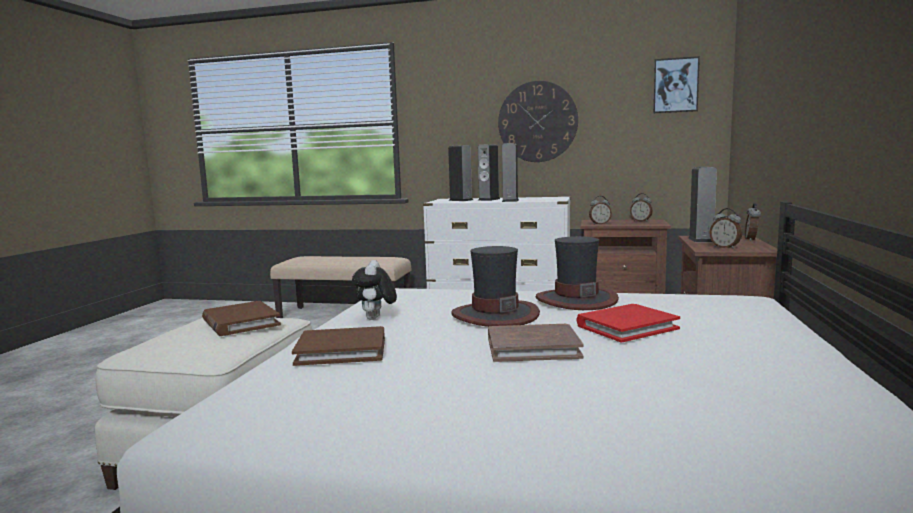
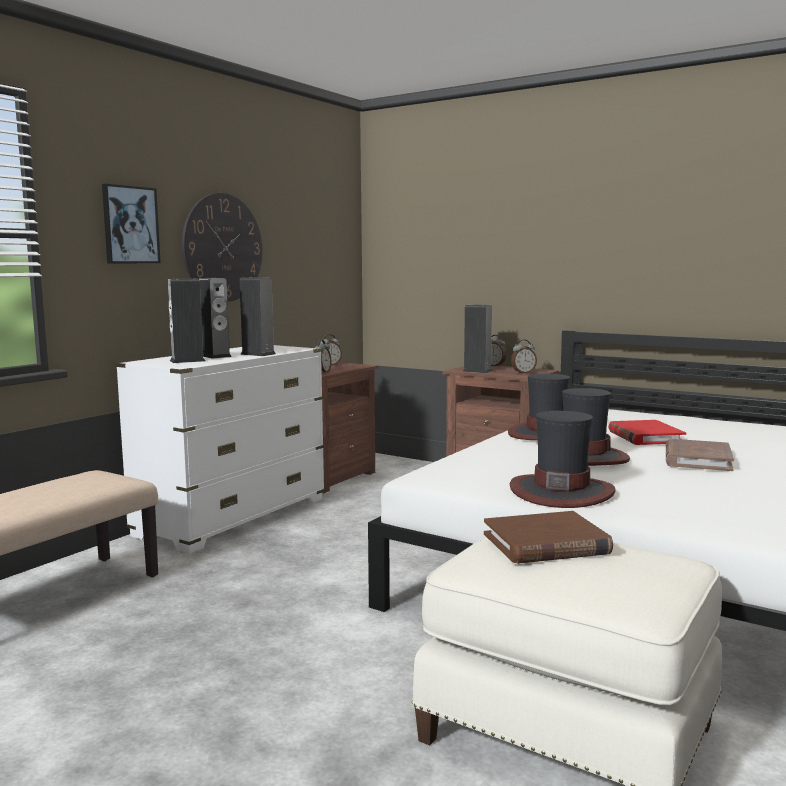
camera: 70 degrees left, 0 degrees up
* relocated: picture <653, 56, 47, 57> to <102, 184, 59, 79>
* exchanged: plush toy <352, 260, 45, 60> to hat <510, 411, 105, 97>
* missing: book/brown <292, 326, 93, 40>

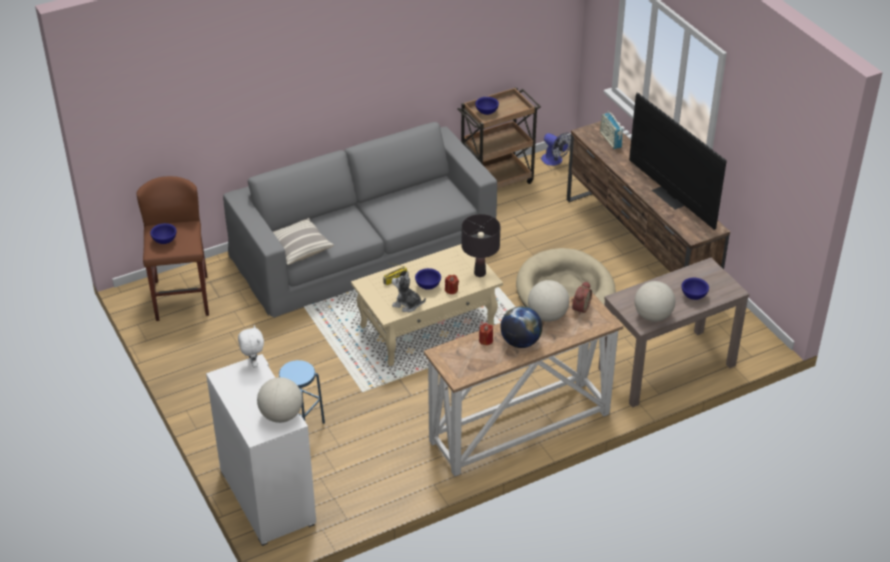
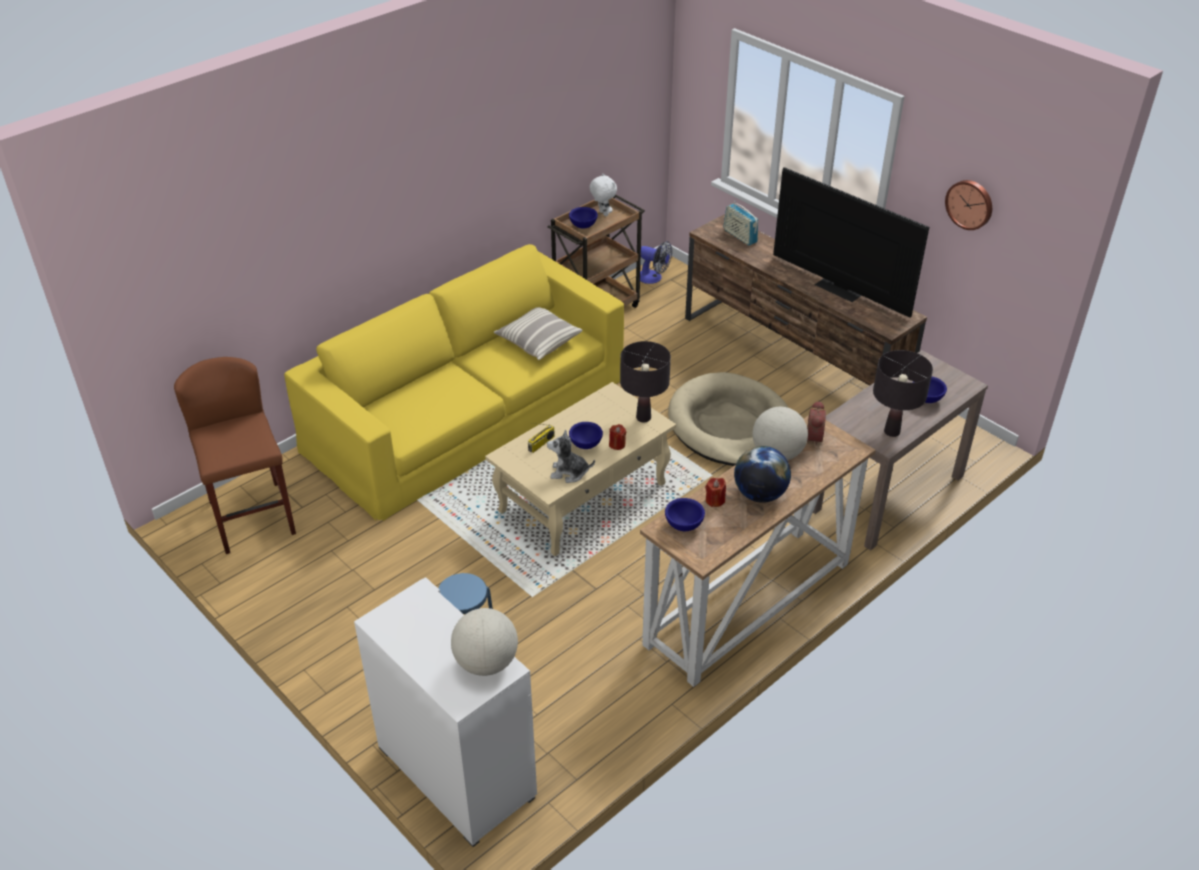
camera: 15 degrees left, 0 degrees up
* colour: sofa/grey <223, 122, 274, 196> to sofa/yellow <284, 244, 340, 277>
* relocated: pillow <273, 218, 61, 47> to <494, 307, 88, 53>
* relocated: bowl/blue <150, 223, 27, 21> to <665, 498, 40, 33>
* exchanged: globe <635, 281, 40, 41> to table lamp/black <873, 350, 60, 87>
* relocated: plush toy/white <238, 325, 26, 43> to <589, 173, 28, 43>
* appeared: wall clock <945, 180, 47, 50>

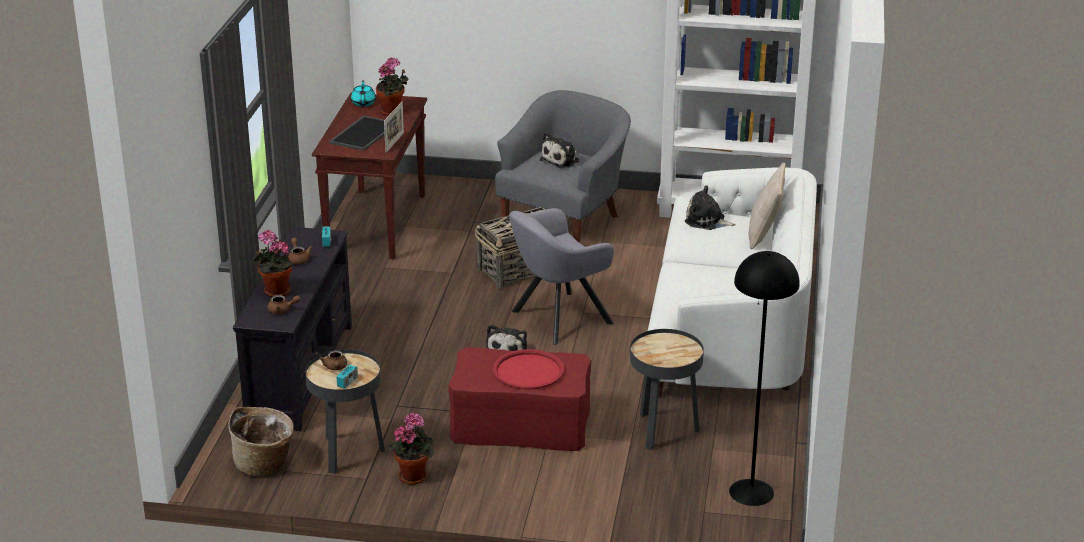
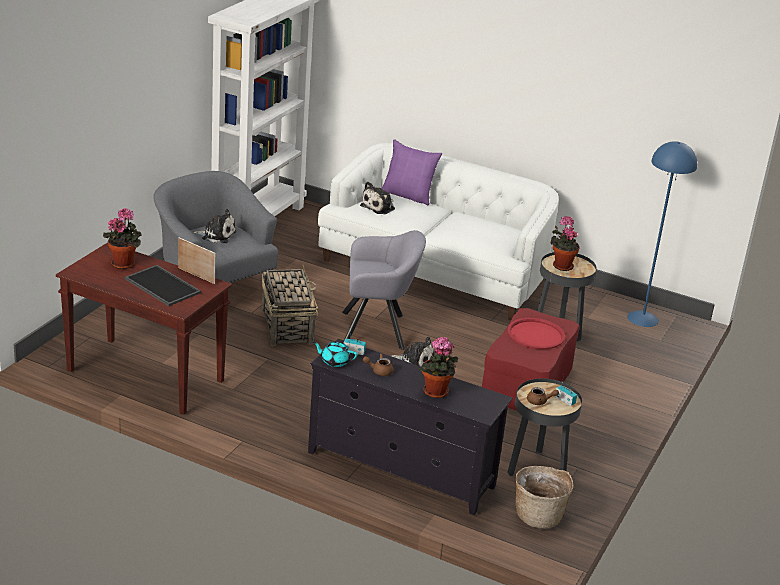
camera: 75 degrees left, 0 degrees up
* relocated: teapot/turquoise <351, 80, 25, 27> to <313, 341, 44, 26>
* spun: plush toy <540, 132, 40, 36> = <193, 209, 43, 34> 45 degrees counterclockwise
* colour: pillow/beige <749, 162, 37, 87> to pillow/purple <382, 139, 60, 67>
* spun: armchair/grey <509, 208, 105, 137> = <342, 230, 84, 120> 75 degrees counterclockwise
* colour: floor lamp/black <729, 251, 71, 255> to floor lamp/blue <627, 141, 70, 186>
* missing: teapot/brown <268, 295, 33, 19>
* relocated: potted plant <388, 413, 47, 71> to <550, 216, 30, 55>

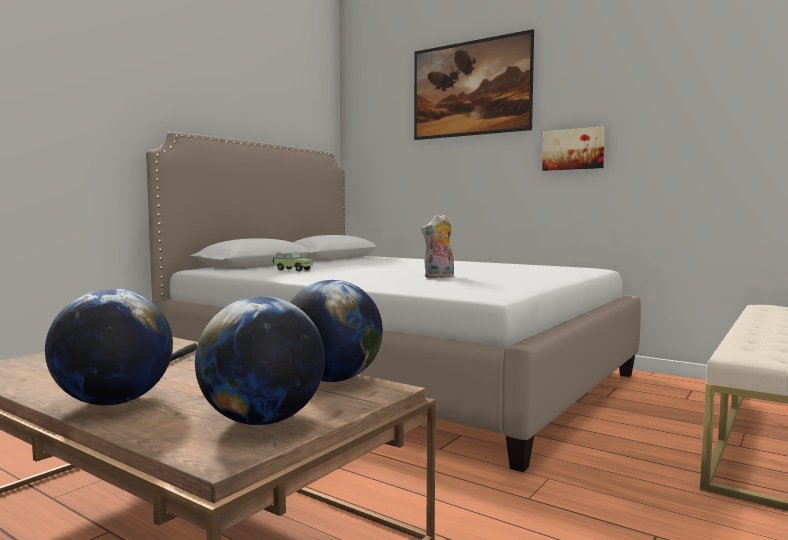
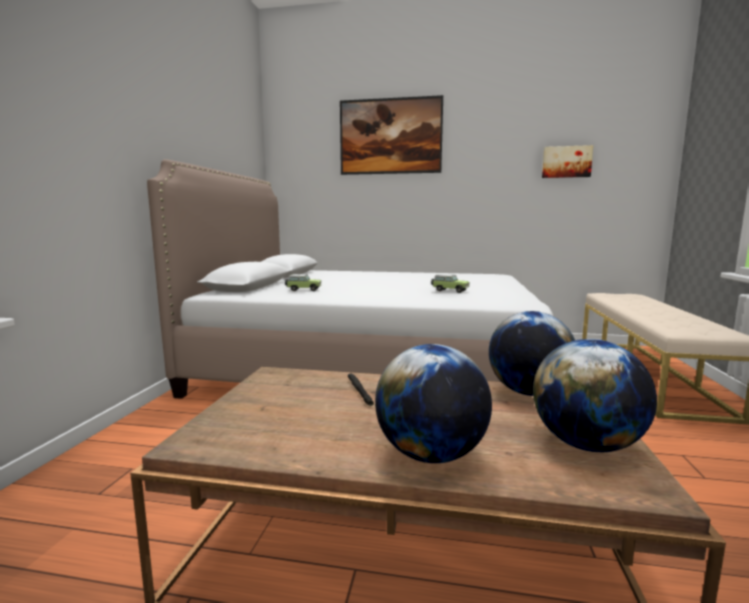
camera: 25 degrees left, 5 degrees up
* relocated: picture <542, 126, 63, 45> to <542, 145, 51, 33>
* exchanged: plush toy <421, 214, 33, 64> to toy car <431, 274, 39, 19>

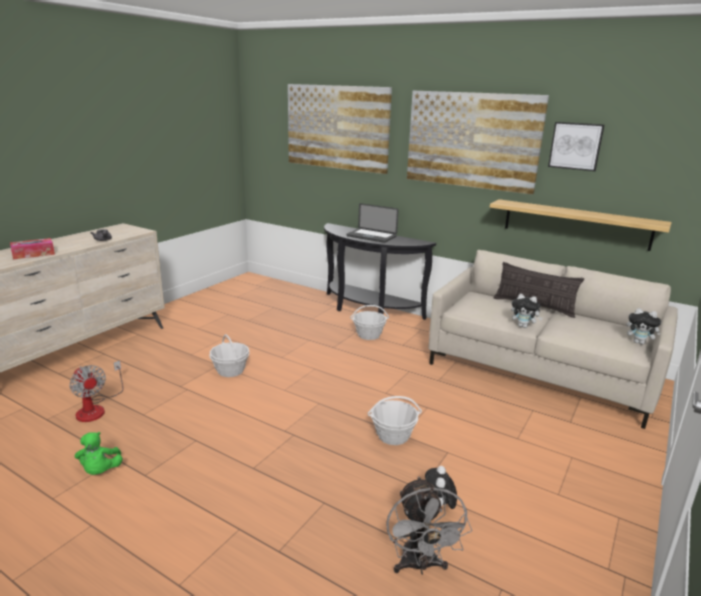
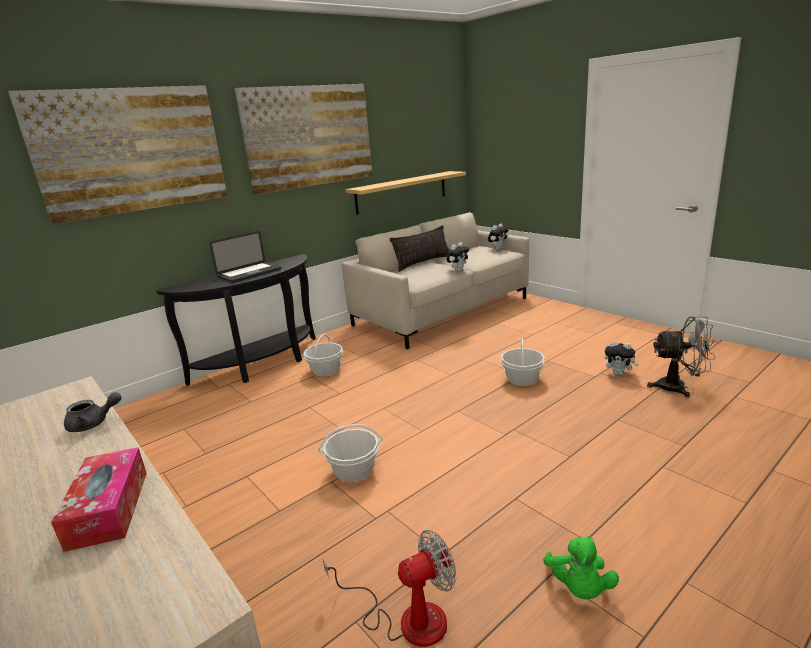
camera: 70 degrees left, 0 degrees up
* missing: picture <548, 122, 56, 49>
* spun: plush toy/green <75, 432, 48, 43> = <543, 536, 76, 63> 90 degrees clockwise

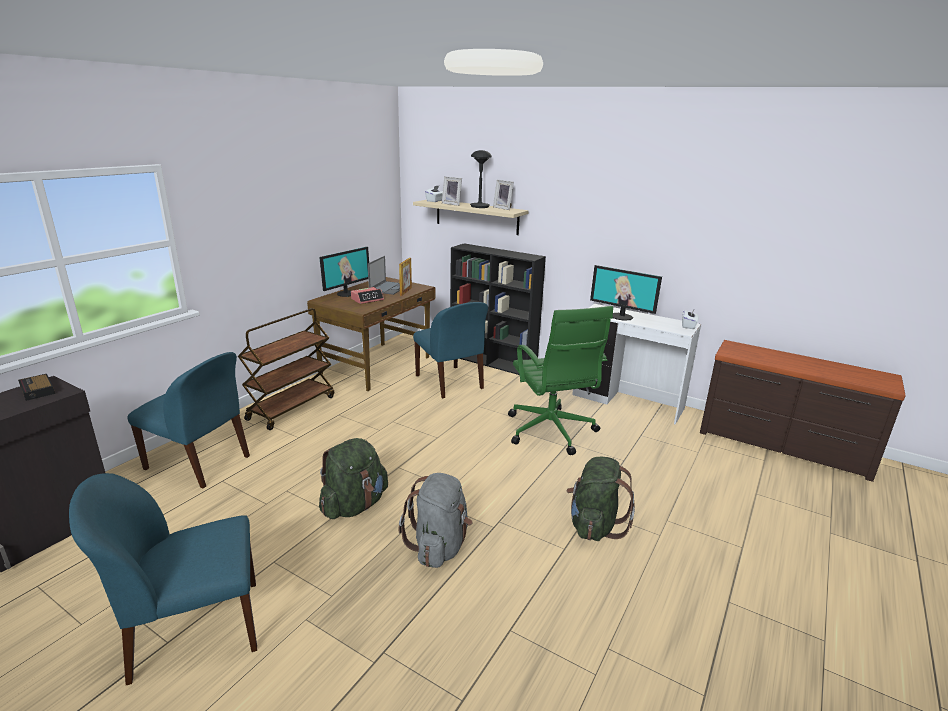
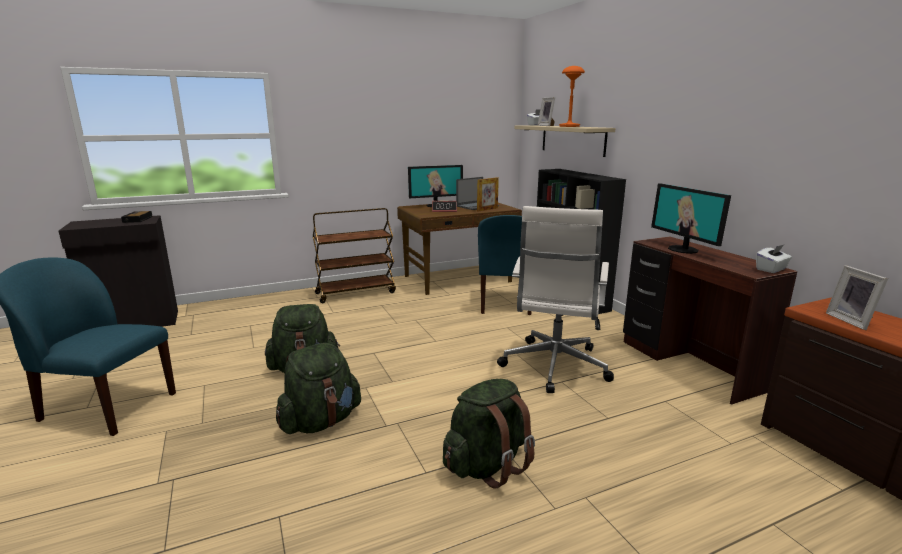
camera: 35 degrees right, 5 degrees down
* colour: table lamp/black <470, 150, 22, 58> to table lamp/orange <559, 66, 26, 61>
* relocated: picture frame <493, 180, 21, 30> to <826, 265, 62, 65>
* colour: desk/white <572, 304, 129, 121> to desk/brown <623, 237, 175, 168>
* colour: office chair/green <508, 306, 105, 149> to office chair/white <497, 206, 117, 187>
* missing: chair/blue <128, 352, 122, 136>
* colour: backpack/grey <398, 473, 75, 95> to backpack/green <276, 343, 85, 91>

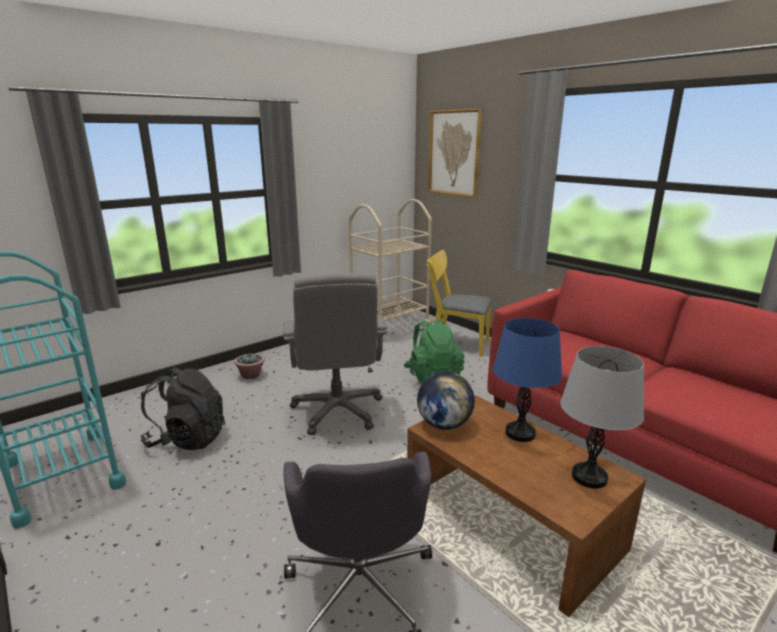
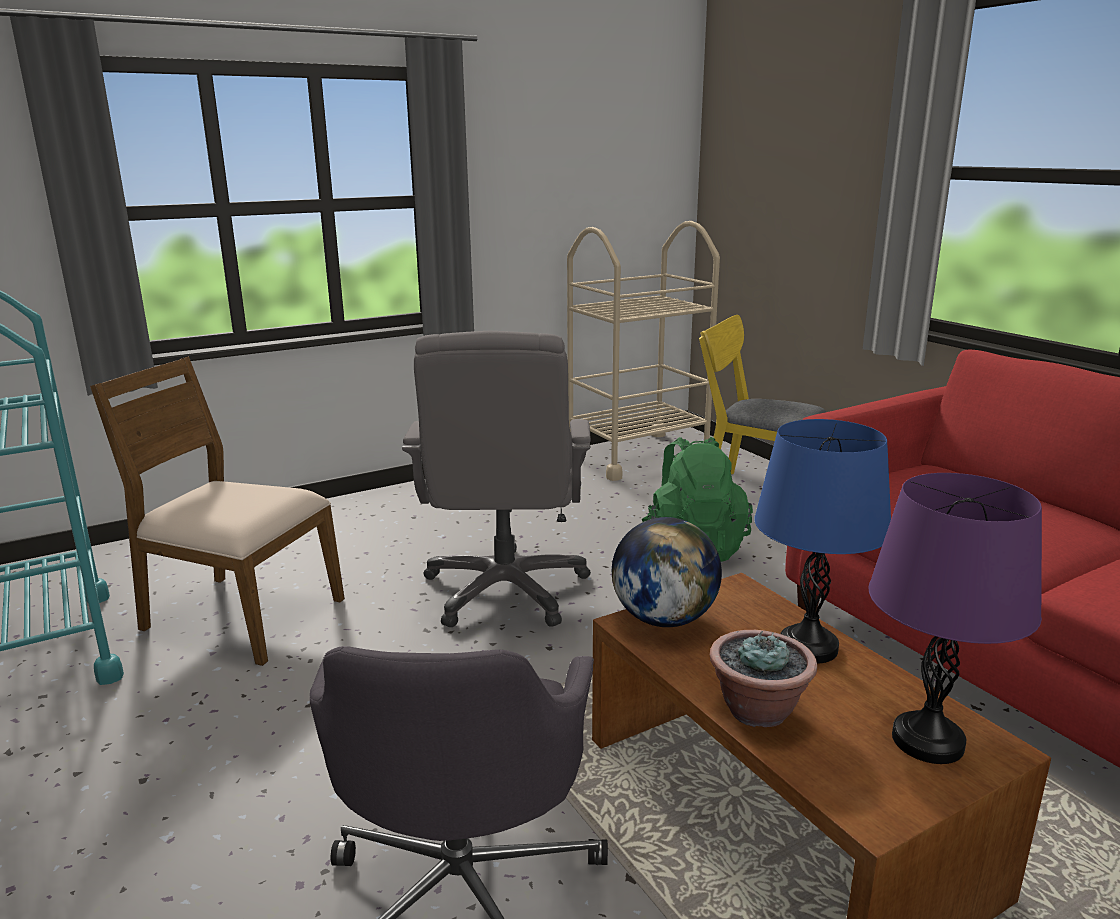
camera: 10 degrees right, 0 degrees up
* missing: picture <428, 109, 54, 88>
* colour: table lamp/grey <561, 346, 83, 143> to table lamp/purple <868, 473, 174, 291>
* relocated: potted plant <234, 353, 31, 26> to <710, 630, 107, 97>
* exchanged: backpack/black <141, 367, 84, 83> to chair/brown <90, 356, 255, 310>

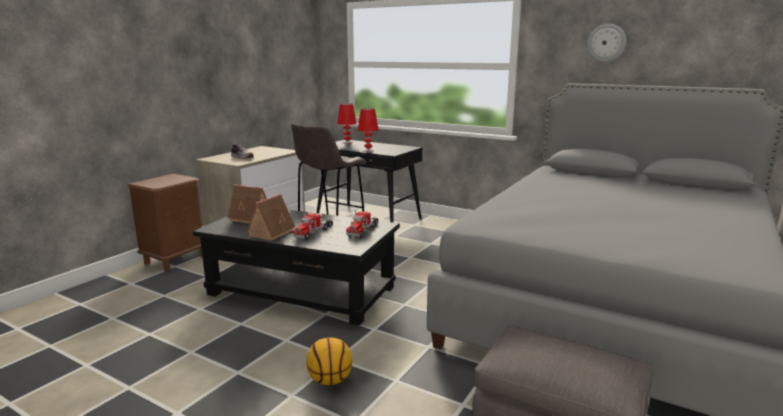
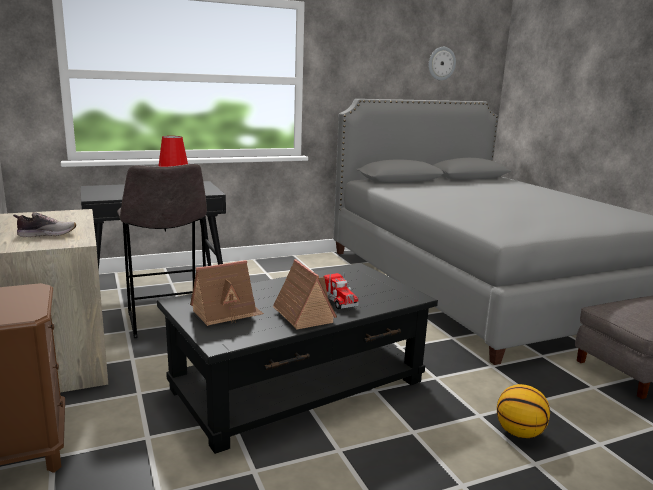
camera: 55 degrees left, 0 degrees up
* relocated: wall clock <587, 24, 39, 38> to <429, 47, 27, 33>
* missing: table lamp/red <337, 103, 20, 41>
* missing: toy truck <346, 210, 32, 27>

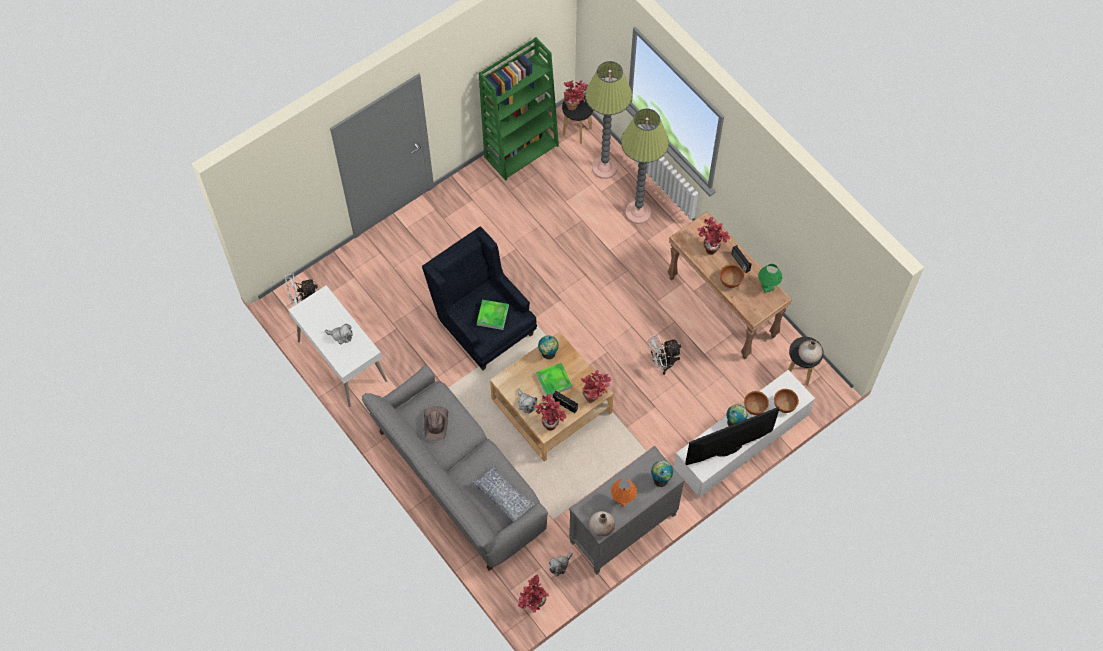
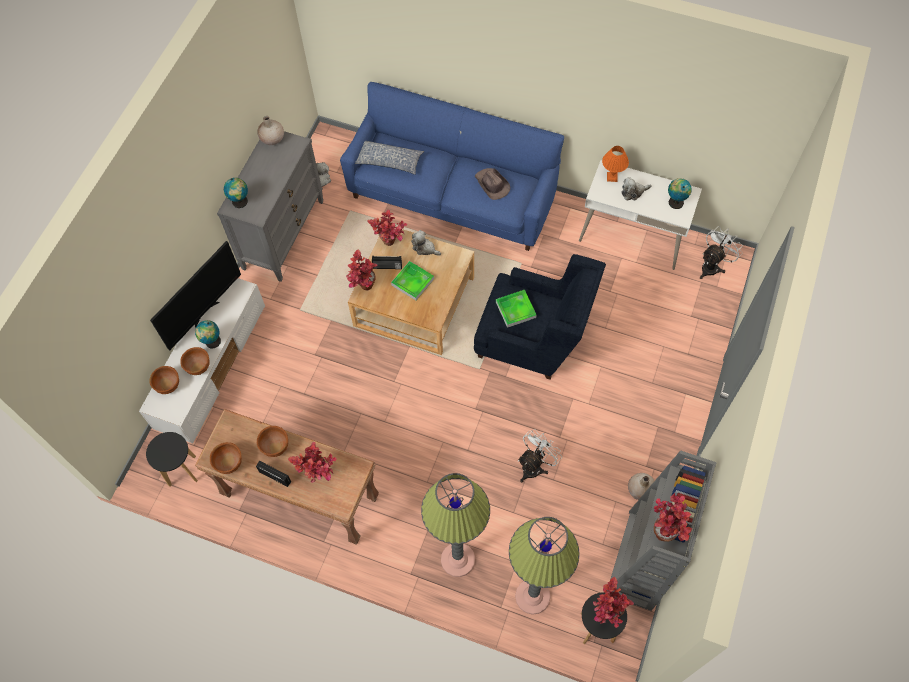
camera: 150 degrees right, 0 degrees up
* colour: bookcase/green <479, 37, 80, 144> to bookcase/grey <607, 450, 110, 161>
* exchanged: table lamp/green <758, 264, 24, 29> to bowl/brown <210, 442, 32, 32>
* relocated: fan/white <647, 334, 34, 41> to <518, 429, 44, 54>
* relocated: globe <538, 335, 21, 24> to <668, 178, 24, 31>
* relocated: vase/beige <798, 340, 24, 23> to <628, 473, 27, 27>
* colour: sofa/grey <362, 365, 186, 206> to sofa/blue <340, 82, 224, 169>
* relocated: table lamp/orange <611, 479, 26, 28> to <602, 146, 27, 36>
* relocated: potted plant <518, 575, 31, 38> to <654, 493, 38, 49>

